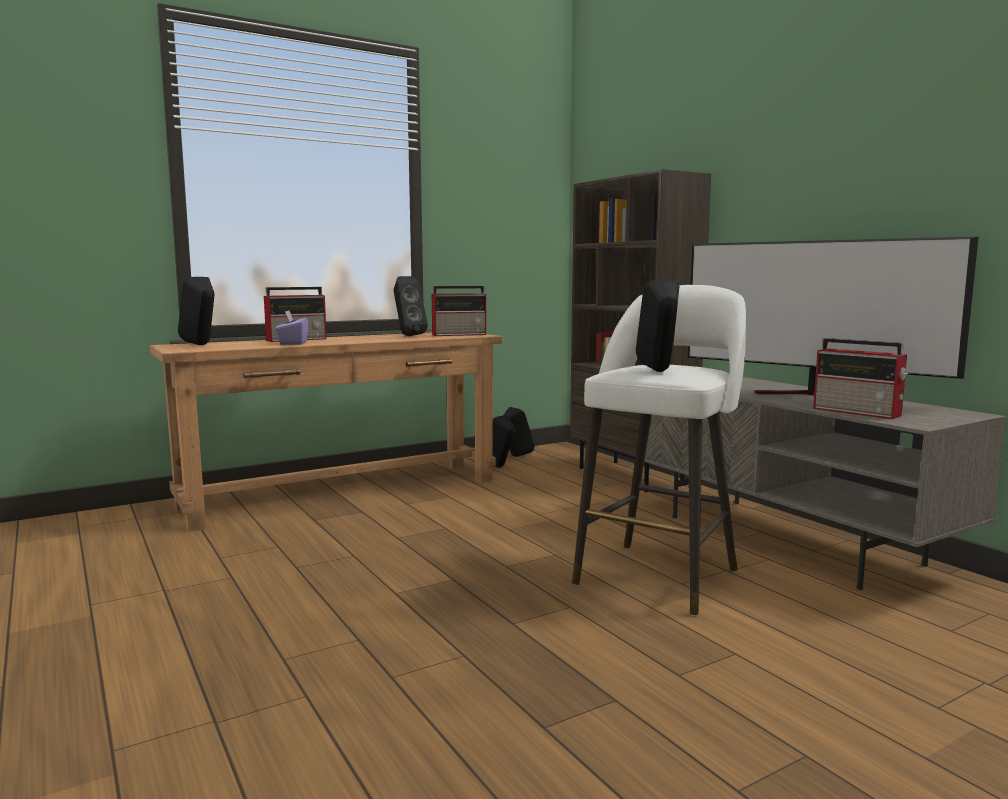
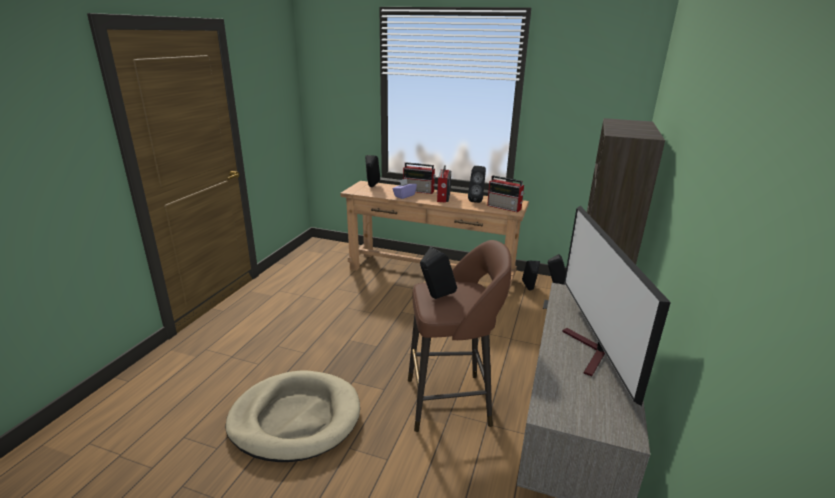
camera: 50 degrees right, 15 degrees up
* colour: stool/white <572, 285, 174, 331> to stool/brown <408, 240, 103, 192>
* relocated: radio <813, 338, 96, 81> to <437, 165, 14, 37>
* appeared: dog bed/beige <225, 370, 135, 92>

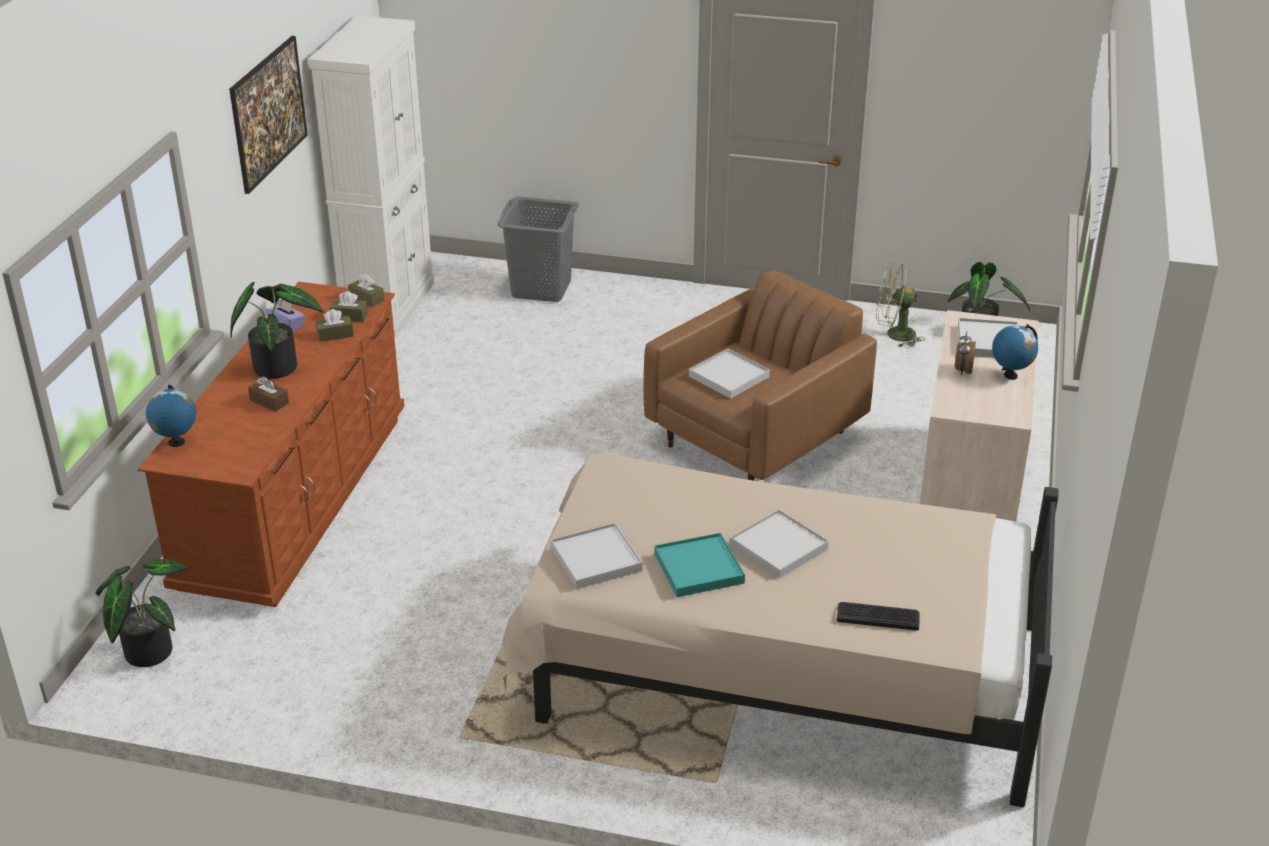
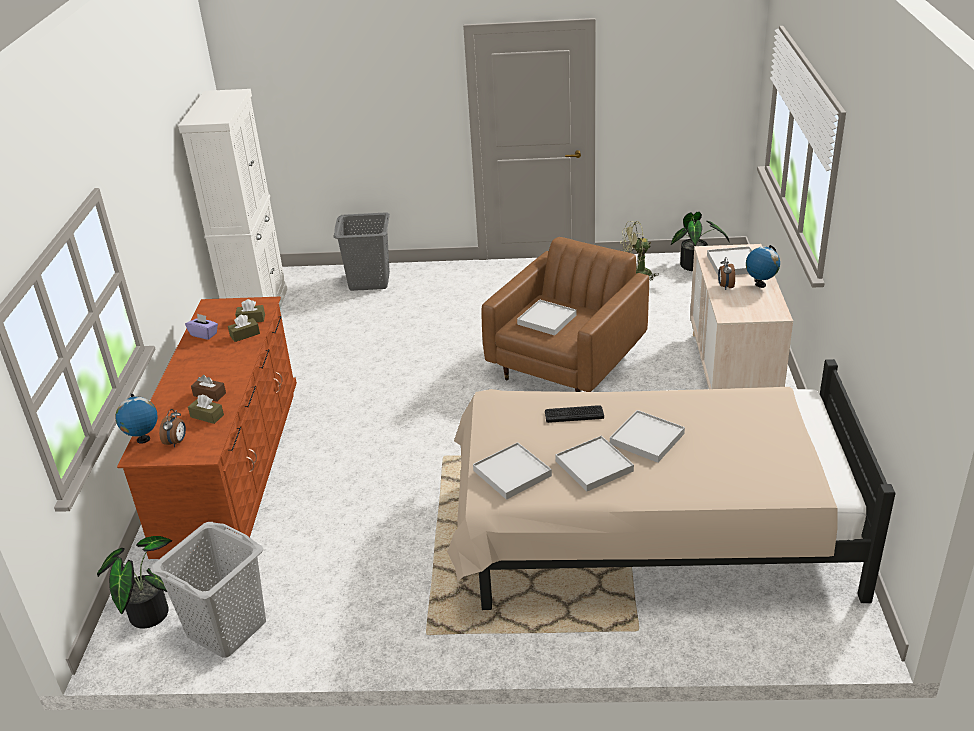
camera: 10 degrees left, 0 degrees up
* missing: picture <229, 36, 79, 158>
* relocated: tissue box/brown <348, 274, 36, 33> to <188, 395, 36, 29>
* missing: potted plant <230, 282, 94, 97>
* colour: tray/turquoise <654, 533, 91, 64> to tray/white <555, 436, 79, 56>
* relocated: keyboard <837, 602, 83, 29> to <545, 405, 59, 18>
* appeared: alarm clock <159, 409, 27, 38>
* appeared: laundry basket/grey <150, 522, 116, 136>

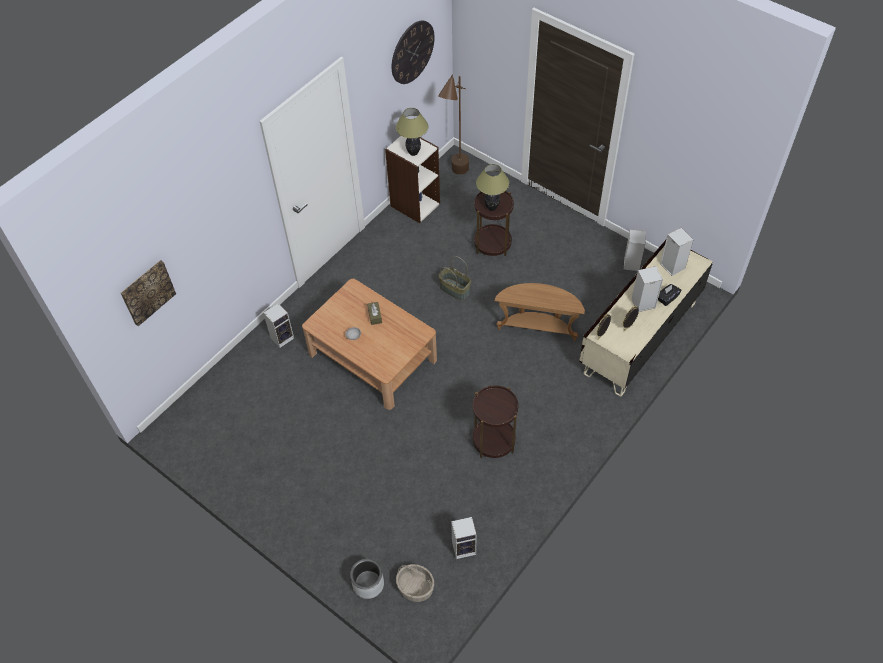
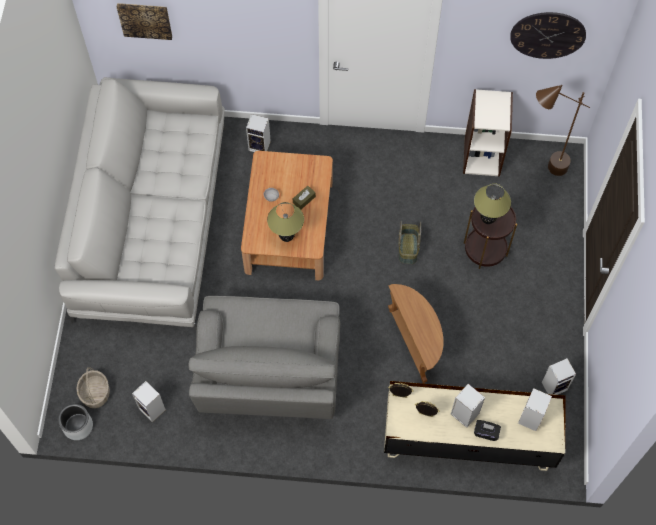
camera: 55 degrees right, 10 degrees up
* relocated: table lamp <396, 108, 32, 48> to <267, 202, 37, 40>
* exchanged: side table/brown <472, 385, 47, 73> to armchair/grey <189, 296, 151, 123>
* relocated: planter/grey <350, 559, 34, 40> to <58, 404, 35, 36>
* appeared: sofa/white <55, 77, 171, 256>

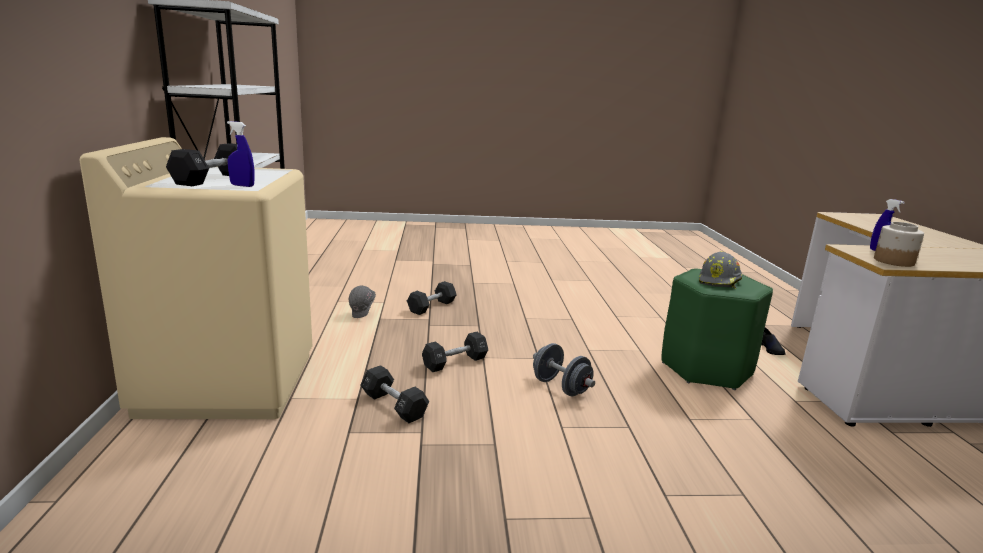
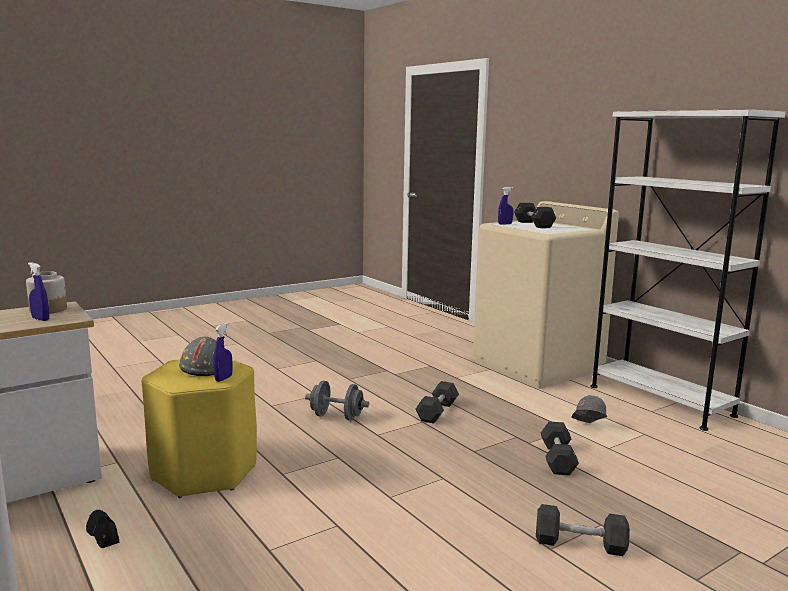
camera: 150 degrees right, 5 degrees down
* colour: stool/green <661, 268, 112, 122> to stool/yellow <142, 360, 115, 138>
* relocated: dumbbell/black <360, 365, 69, 58> to <536, 504, 94, 52>
* appeared: spray bottle/blue <213, 323, 20, 59>

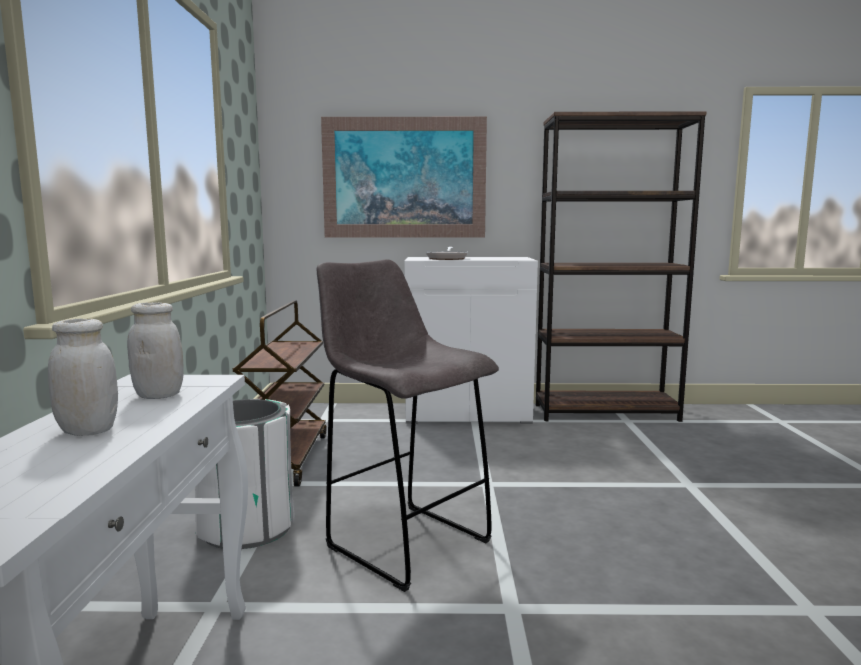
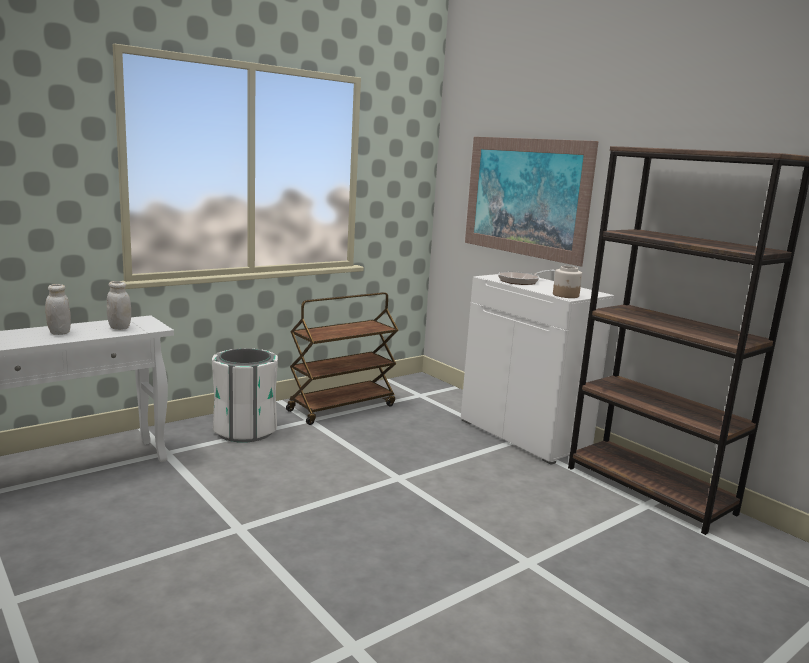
camera: 50 degrees right, 5 degrees up
* missing: stool/grey <317, 259, 182, 333>
* appeared: jar <553, 266, 29, 32>

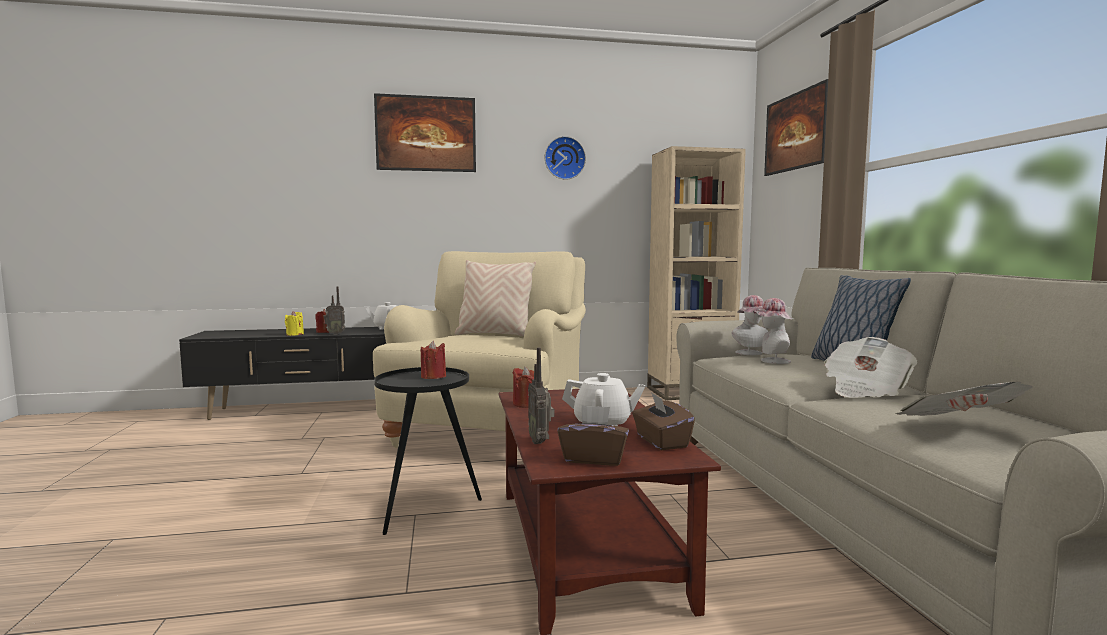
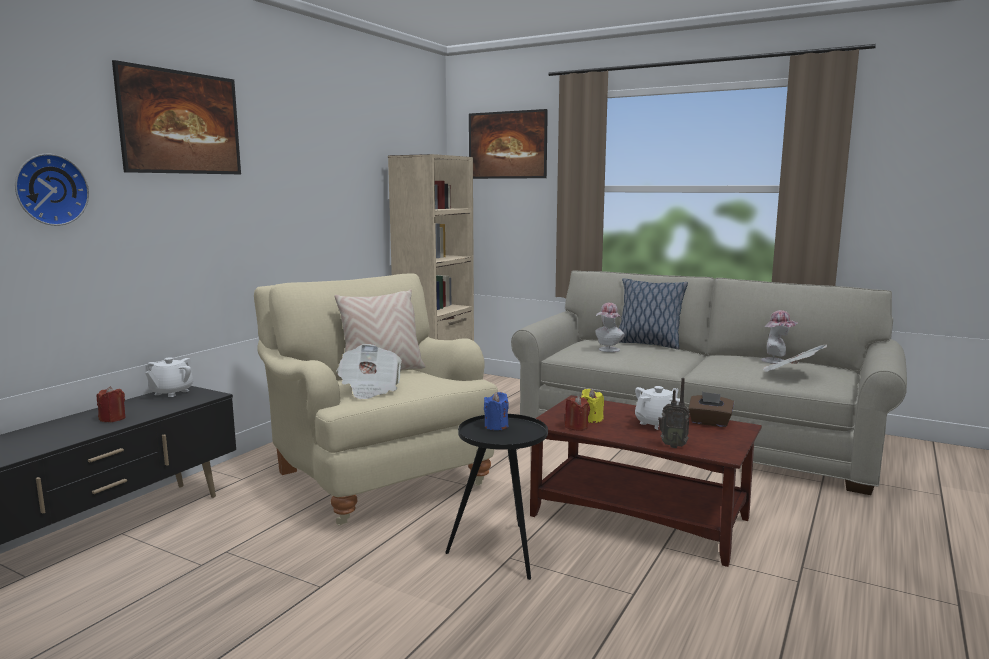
camera: 50 degrees left, 5 degrees up
* relocated: wall clock <545, 136, 41, 44> to <15, 154, 74, 72>
* missing: radio <323, 286, 22, 49>
* relocated: hat <731, 295, 37, 60> to <761, 310, 37, 54>
* relocated: candle/yellow <285, 311, 19, 25> to <581, 389, 23, 34>
* relocated: newspaper <824, 337, 94, 61> to <336, 344, 66, 55>
* colour: candle/red <421, 341, 25, 38> to candle/blue <484, 392, 25, 38>
* missing: tissue box/brown <557, 405, 72, 61>

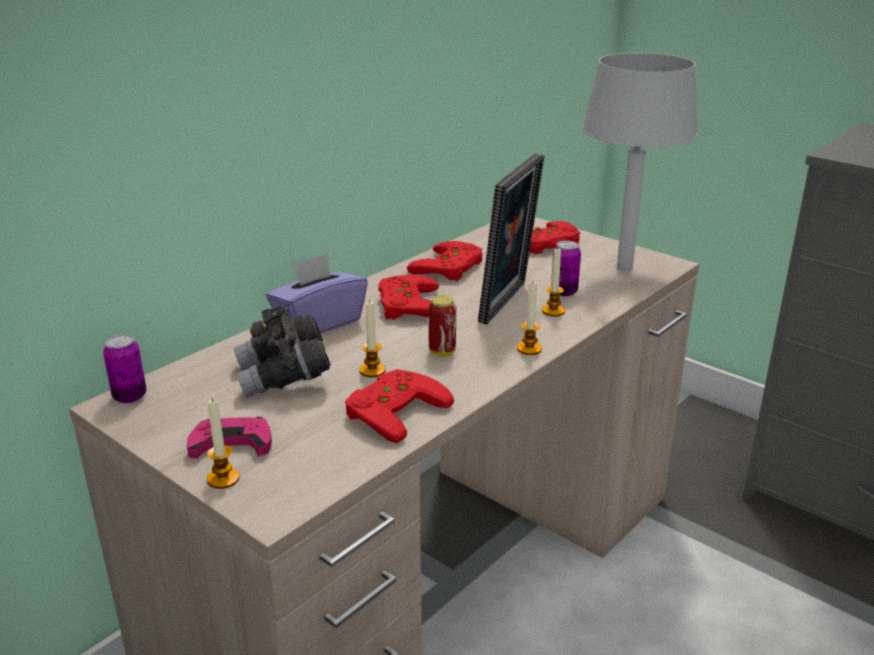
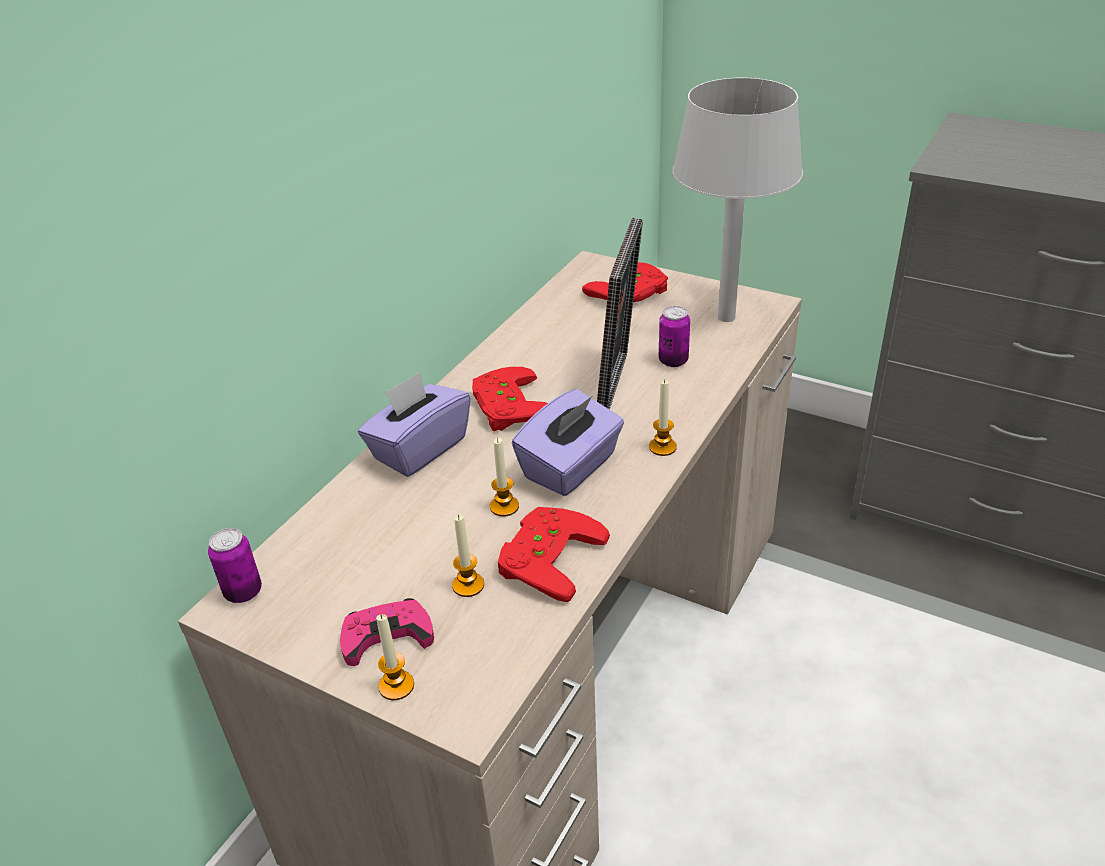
camera: 10 degrees left, 10 degrees up
* missing: game controller/red <407, 241, 75, 41>
* relocated: candle <542, 248, 23, 68> to <452, 515, 32, 82>
* exchanged: can <429, 295, 27, 61> to tissue box/purple <512, 389, 112, 107>
* missing: binoculars/grey <234, 307, 97, 90>

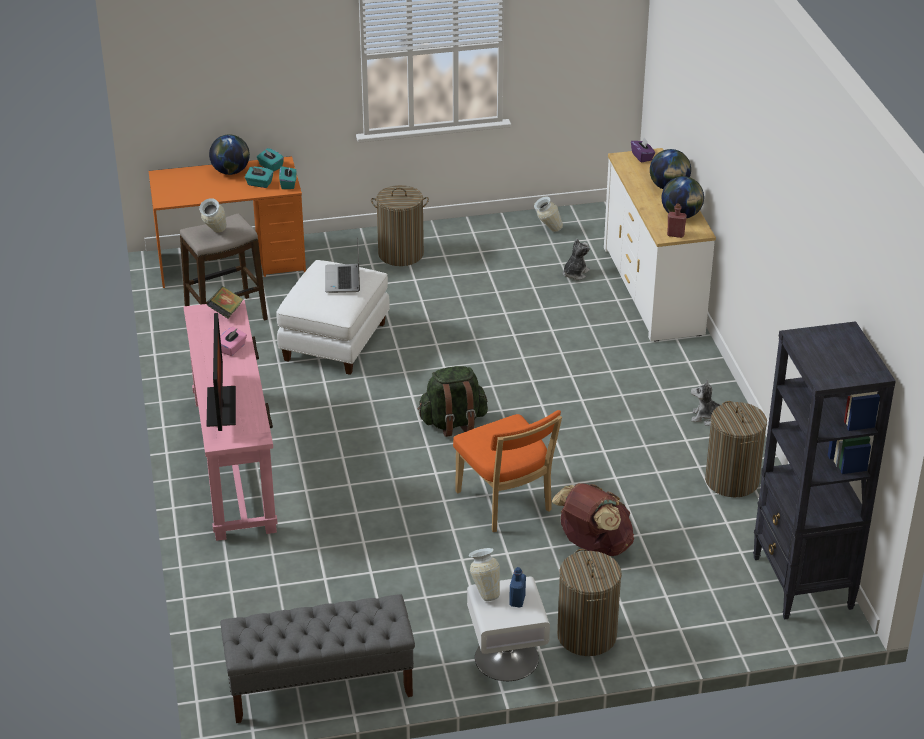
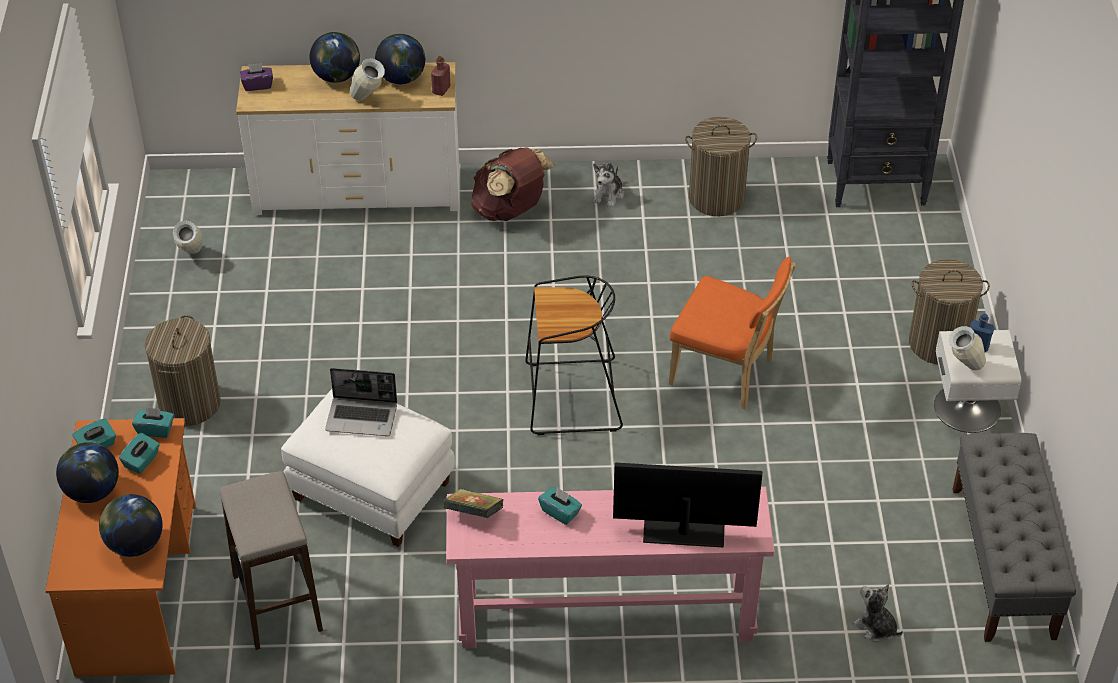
camera: 80 degrees left, 10 degrees up
* relocated: vase <199, 198, 27, 35> to <350, 58, 35, 43>
* relocated: plush toy <563, 239, 27, 41> to <853, 584, 50, 59>
* colour: tissue box/pink <220, 327, 27, 29> to tissue box/turquoise <538, 487, 44, 38>
* exchanged: backpack/green <418, 366, 70, 71> to stool/black <525, 275, 98, 160>
* spun: chair/orange <453, 410, 109, 122> = <668, 256, 127, 153> 45 degrees clockwise
* relocated: backpack/brown <552, 483, 82, 73> to <471, 147, 83, 74>
* appeared: globe <99, 494, 64, 63>

